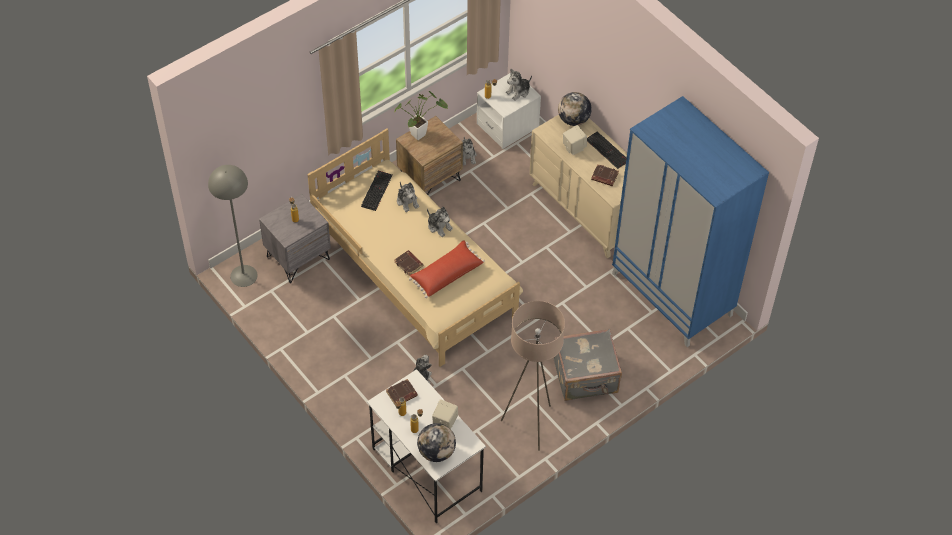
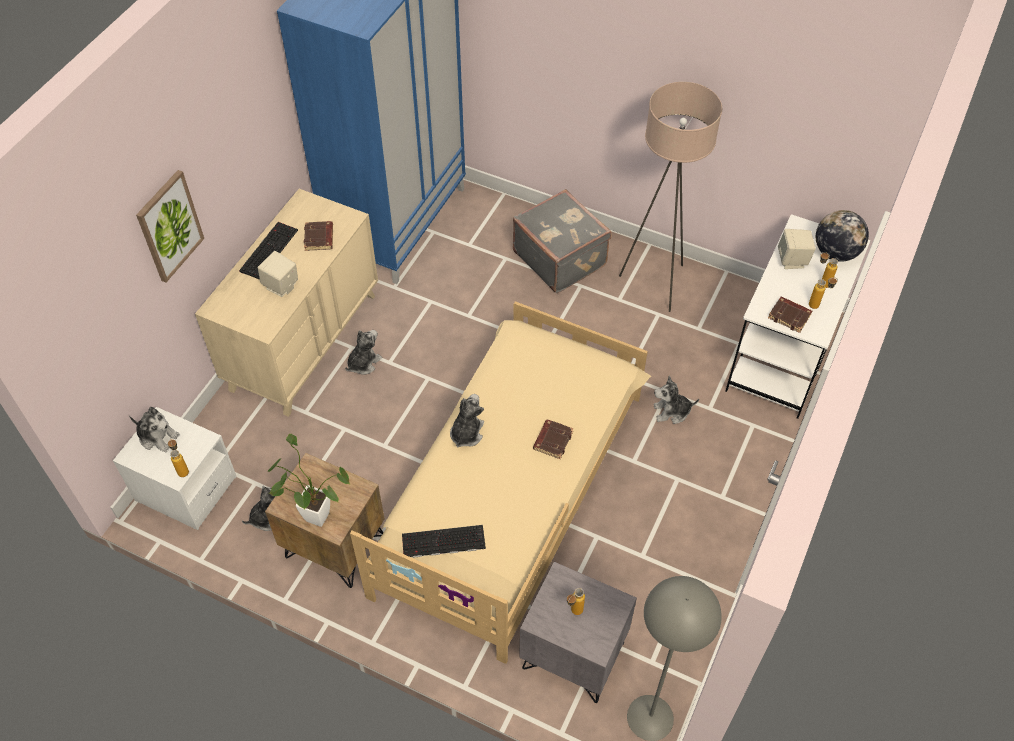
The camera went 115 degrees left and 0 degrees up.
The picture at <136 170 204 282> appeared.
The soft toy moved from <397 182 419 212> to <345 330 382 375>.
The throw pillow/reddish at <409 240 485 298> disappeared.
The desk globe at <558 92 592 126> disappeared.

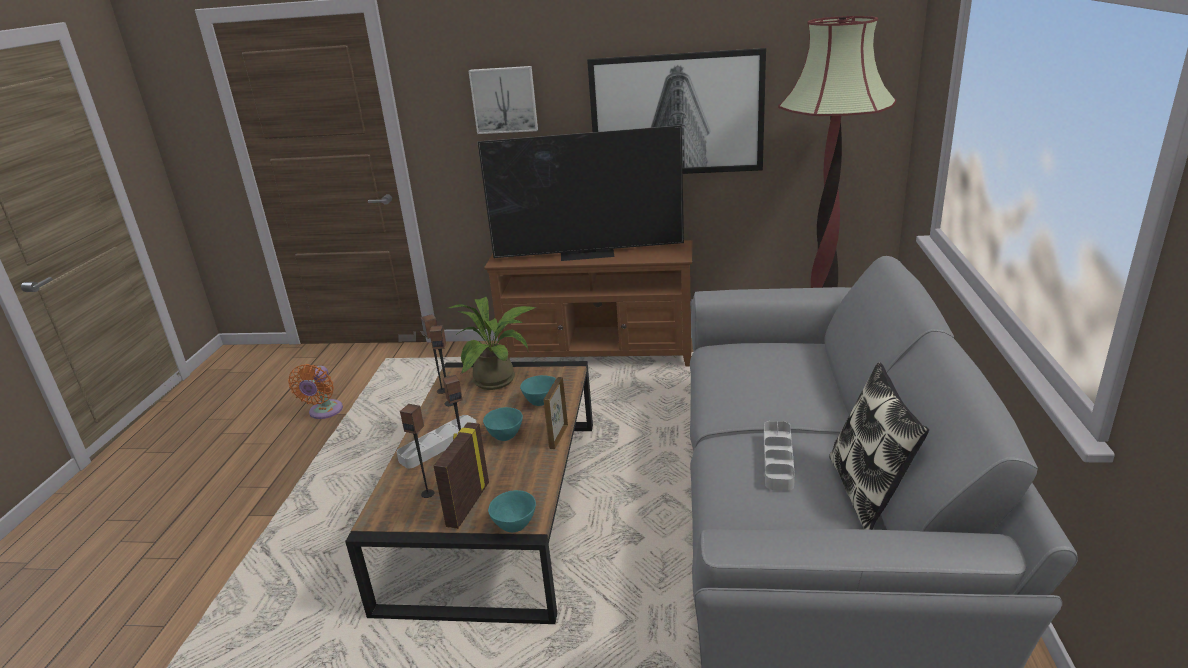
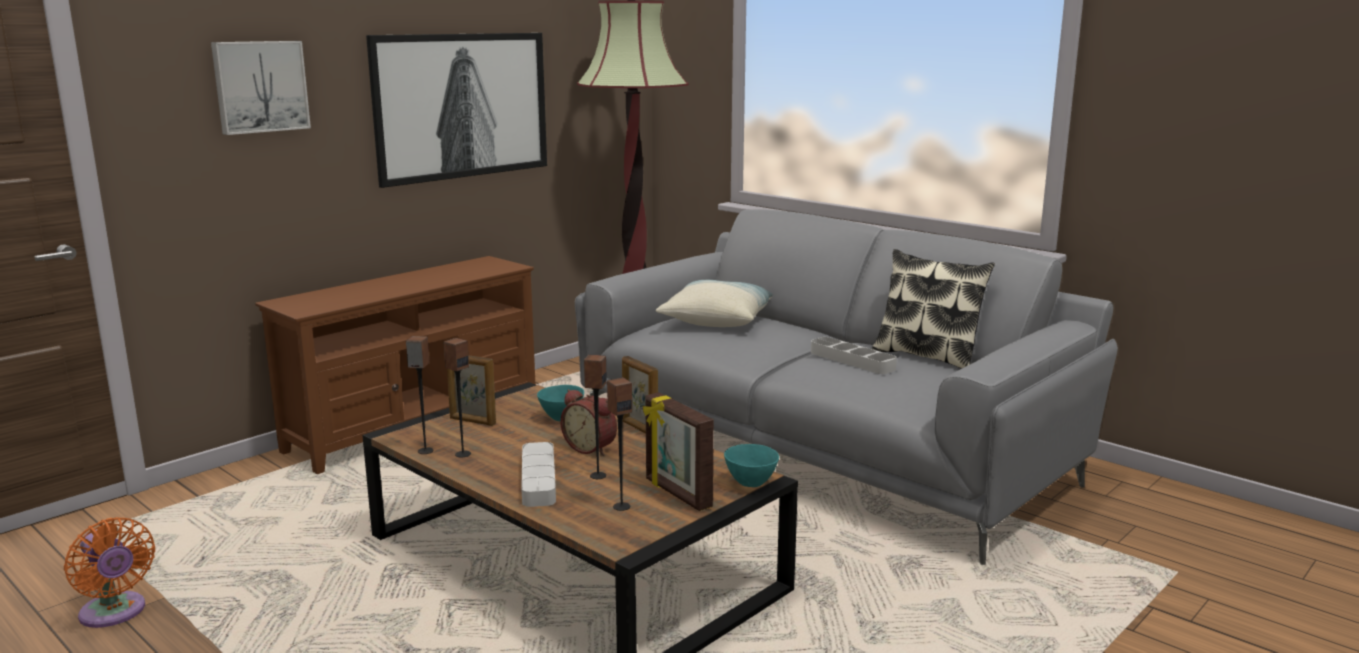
The camera went 55 degrees left and 10 degrees down.
The plant in a pot at <449 297 535 390> was replaced by the standing frame at <447 355 496 426>.
The serving bowl/blue-green at <483 407 523 441> was replaced by the table clock at <560 389 617 456>.
The throw pillow at <656 280 773 327> appeared.
The TV set at <478 125 684 261> disappeared.

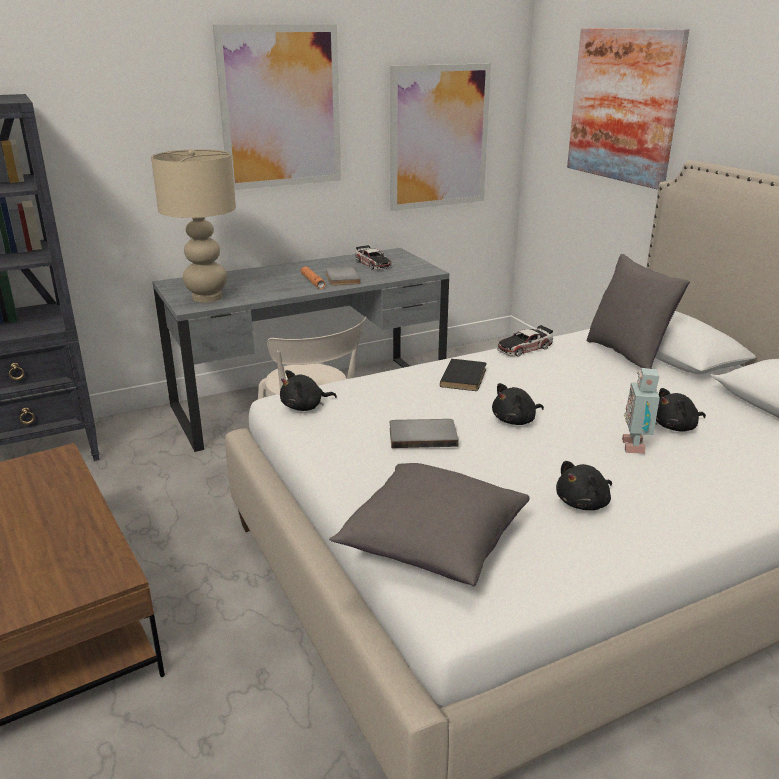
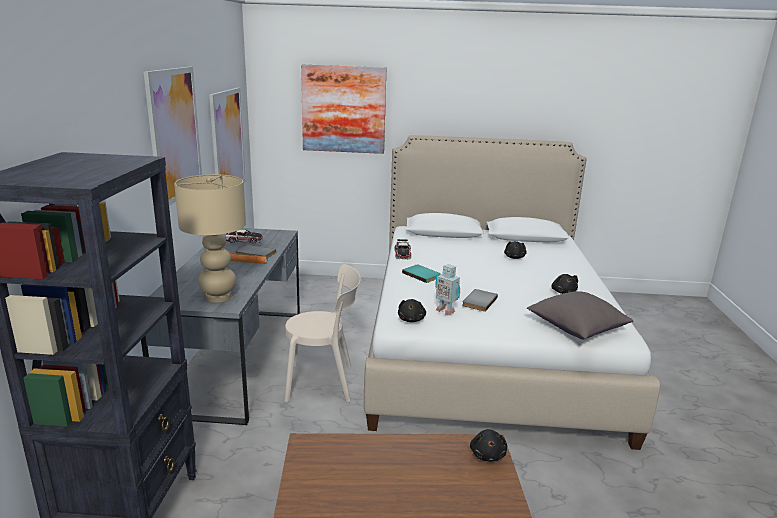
The camera went 60 degrees left and 5 degrees down.
The bound book/black at <440 359 486 391> became the bound book/blue-green at <402 265 441 283>.
The model robot moved from <622 368 660 454> to <435 264 460 315>.
The soft toy/black moved from <492 383 544 425> to <470 429 507 462>.
The throw pillow/greyish at <587 254 690 369> disappeared.

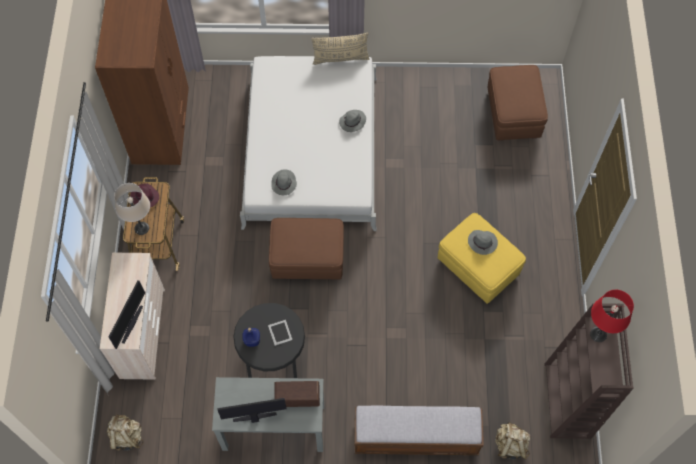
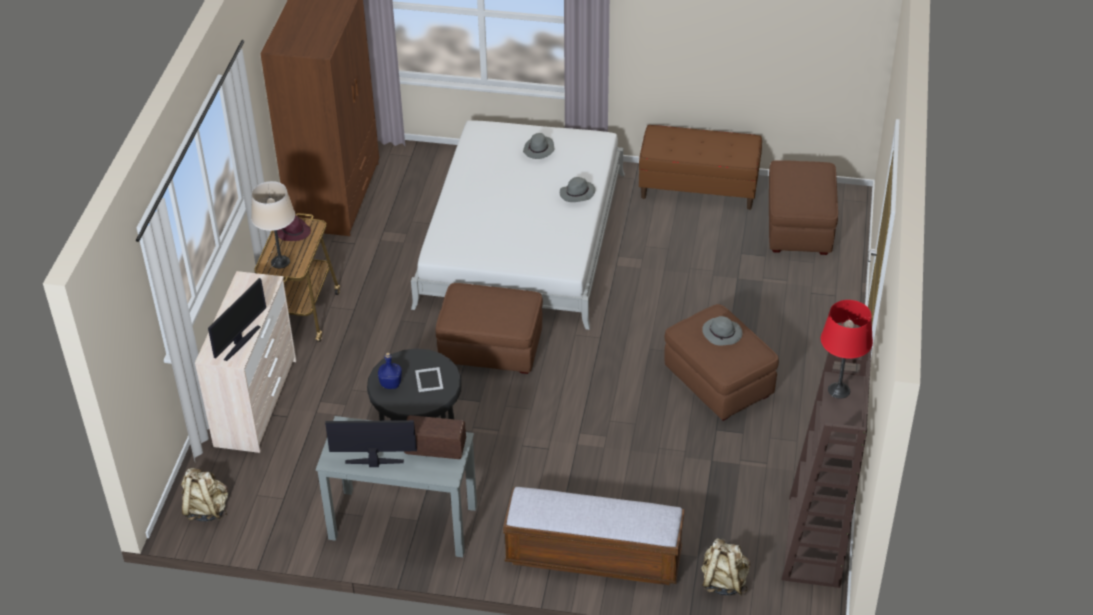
The camera went 10 degrees right and 20 degrees down.
The clothing hat/greyish moved from <271 169 297 195> to <523 133 555 159>.
The long seat/brown at <639 125 762 210> appeared.
The footrest/yellow-coloured at <438 213 526 304> became the footrest/brown at <664 304 779 421>.
The throw pillow/beige at <311 33 370 65> disappeared.

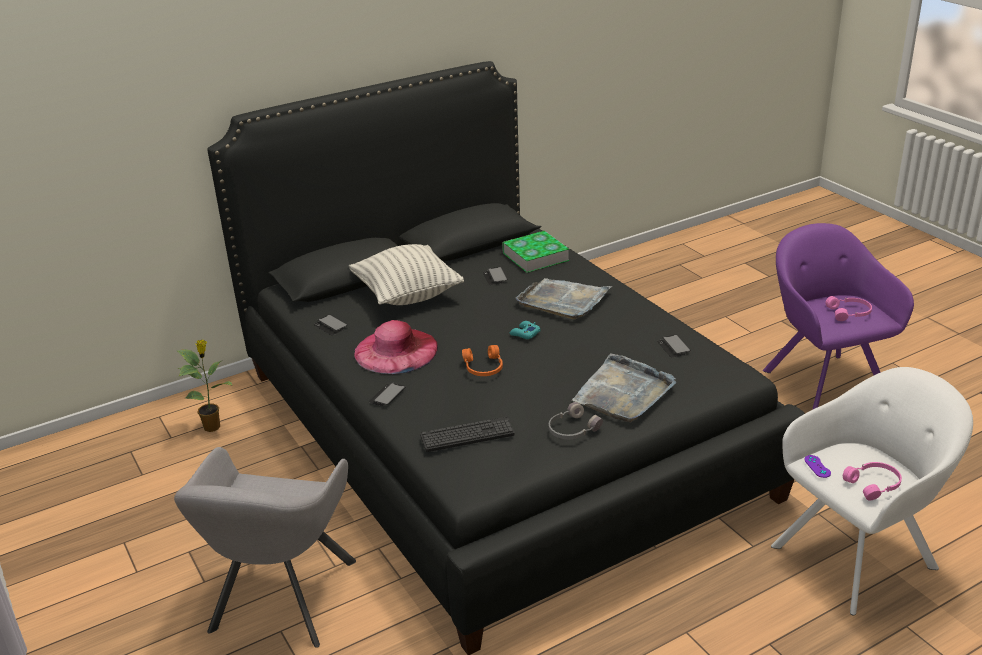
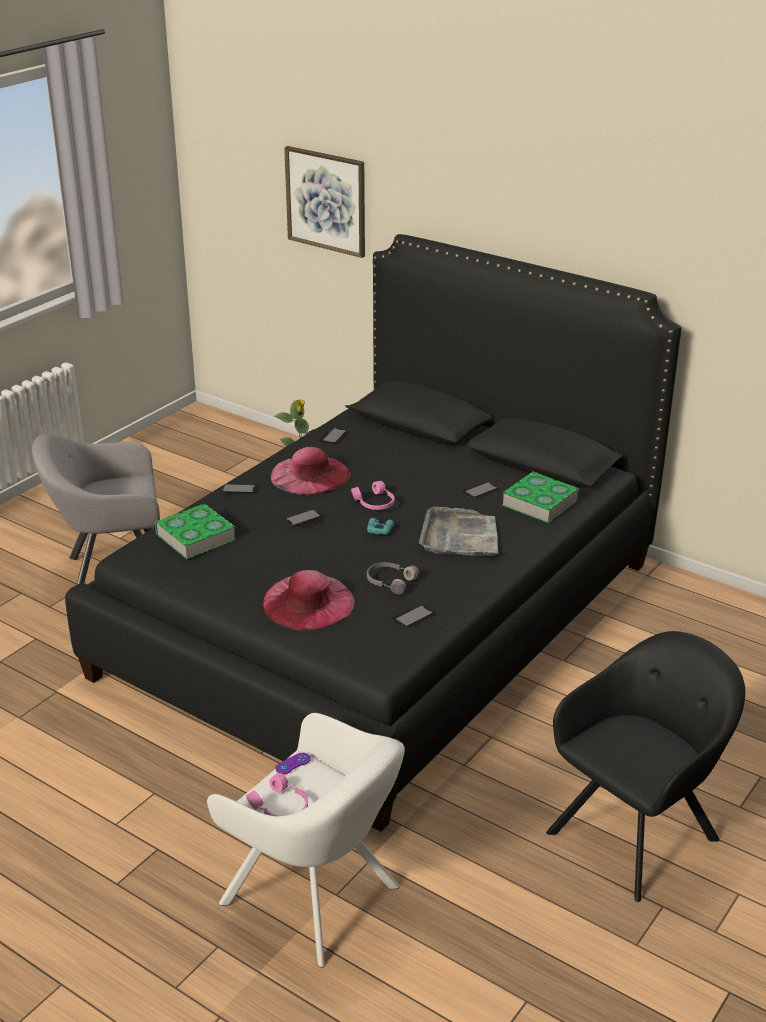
The camera went 65 degrees right and 0 degrees up.
The PC keyboard at <420 417 515 452> was replaced by the bound book at <155 503 236 559>.
The tray/greyish at <572 354 676 422> was replaced by the clothing hat/pink-coloured at <262 570 355 630>.
The picture at <284 146 365 258> appeared.
The headphones/orange at <462 345 503 376> was replaced by the phone at <285 509 324 531>.
The headphones/pink-coloured moved from <825 296 872 321> to <351 481 394 510>.
The headphones/greyish moved from <549 402 603 439> to <367 562 419 595>.
The lounge chair/purple-coloured at <763 223 914 410> became the lounge chair/black at <546 631 745 902>.
The throw pillow at <349 244 464 305> disappeared.

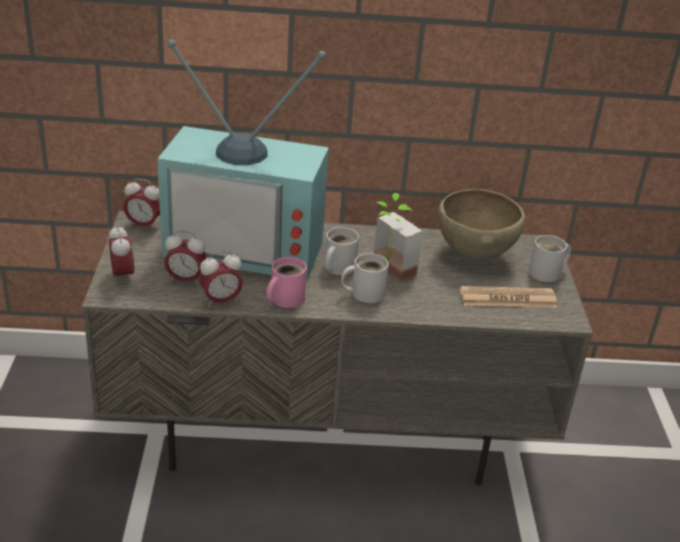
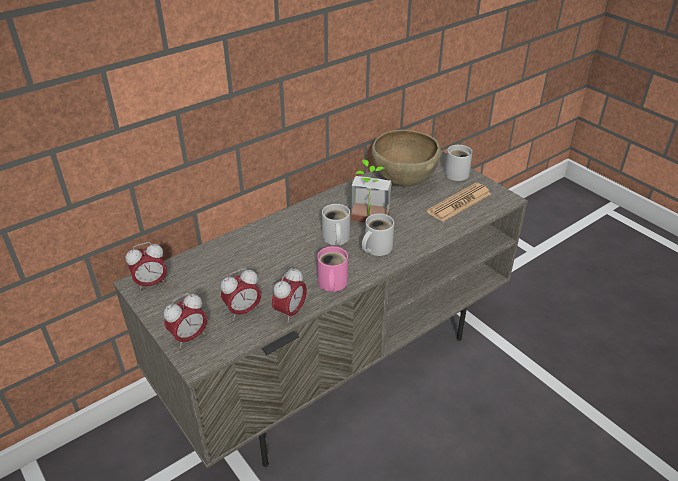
The camera went 35 degrees left and 5 degrees up.
The table clock at <109 224 134 283> turned 105 degrees clockwise.
The TV set at <157 40 329 281> disappeared.

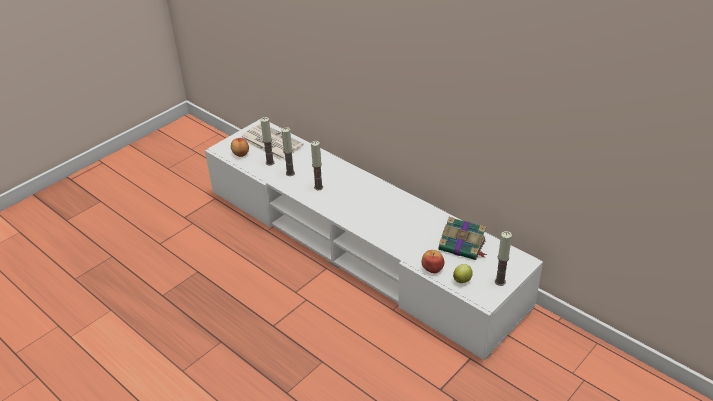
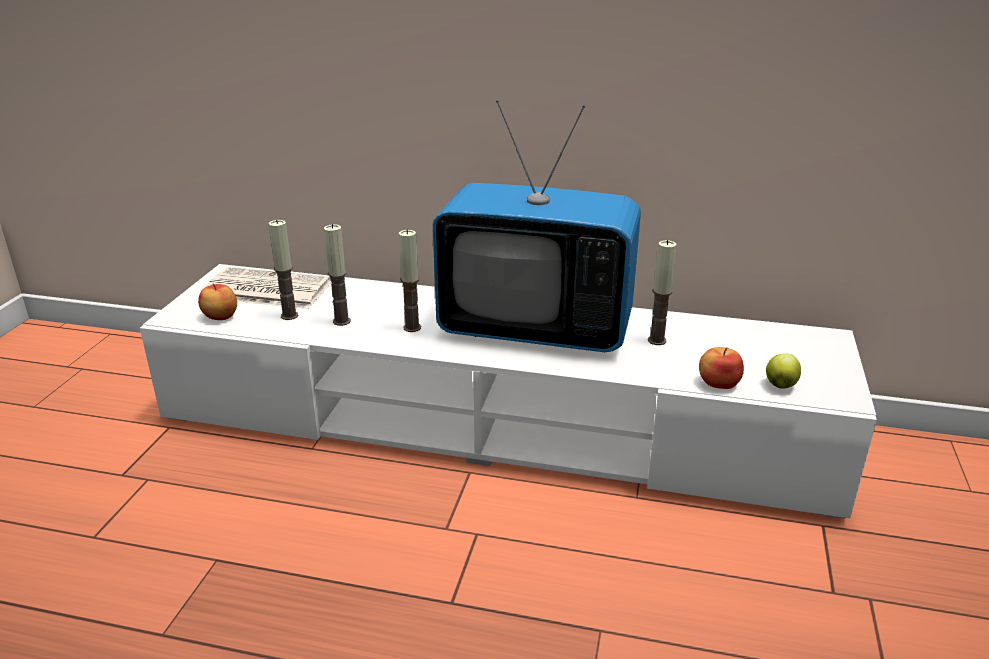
The camera went 30 degrees left and 10 degrees down.
The TV set at <433 100 641 352> appeared.
The candle moved from <495 231 512 286> to <648 240 676 345>.
The bound book at <439 217 487 260> disappeared.

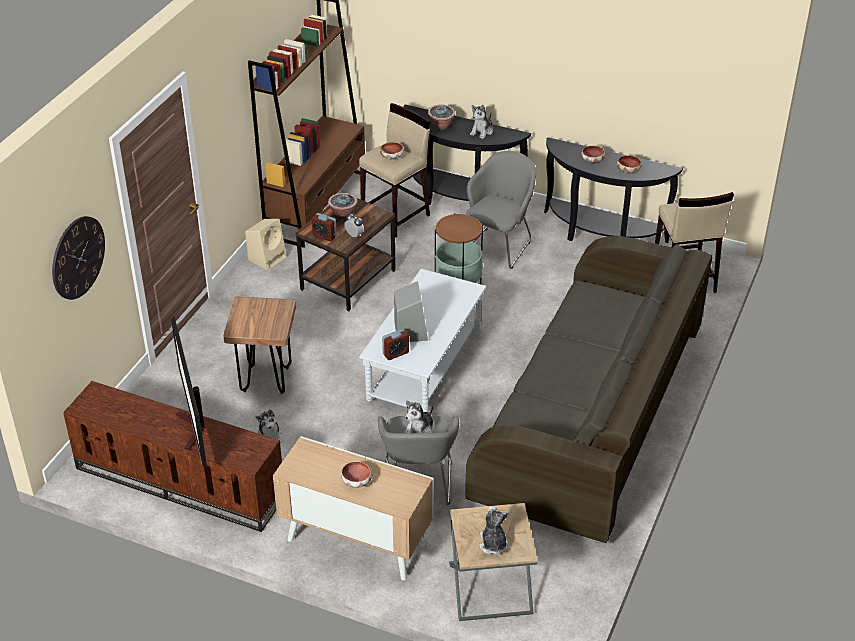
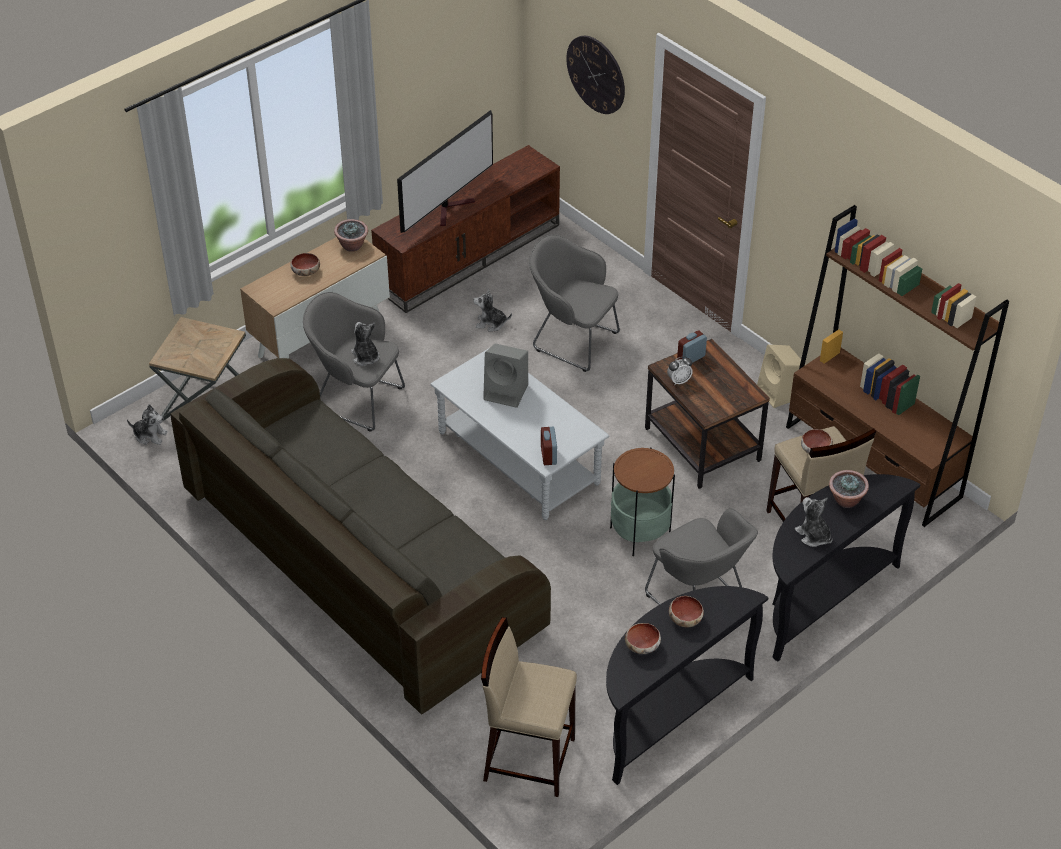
The camera went 115 degrees right and 5 degrees up.
The soft toy moved from <479 506 509 554> to <127 404 168 445>.
The plant in a pot moved from <328 193 357 220> to <334 219 368 252>.
The TV set at <171 316 207 468> turned 120 degrees clockwise.
The stool seat/brown at <223 297 296 394> was replaced by the lounge chair/greyish at <529 234 620 372>.
The table clock moved from <382 329 409 360> to <541 427 557 465>.

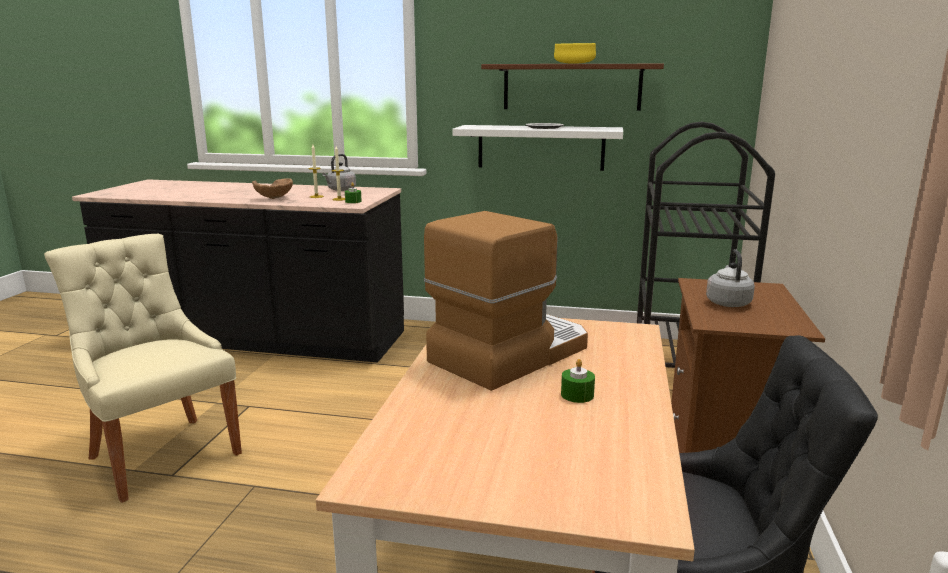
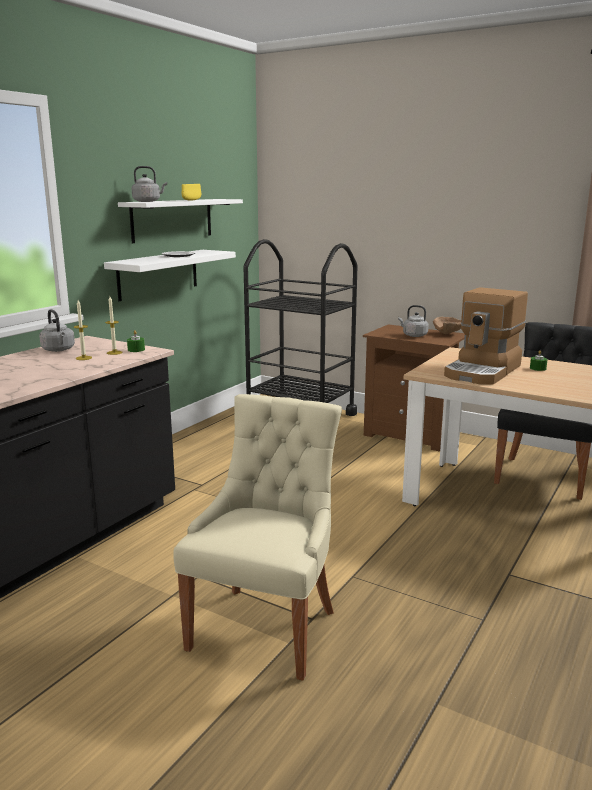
The camera went 70 degrees left and 0 degrees up.
The bracket shelf/brown at <481 64 664 111> became the bracket shelf/white-coloured at <118 199 243 243>.
The tea kettle/greyish at <132 166 167 202> appeared.
The chair/beige at <44 234 242 503> turned 135 degrees clockwise.
The serving bowl/brown moved from <252 178 293 199> to <433 317 461 334>.
The coffee machine at <424 211 588 391> turned 120 degrees counterclockwise.

